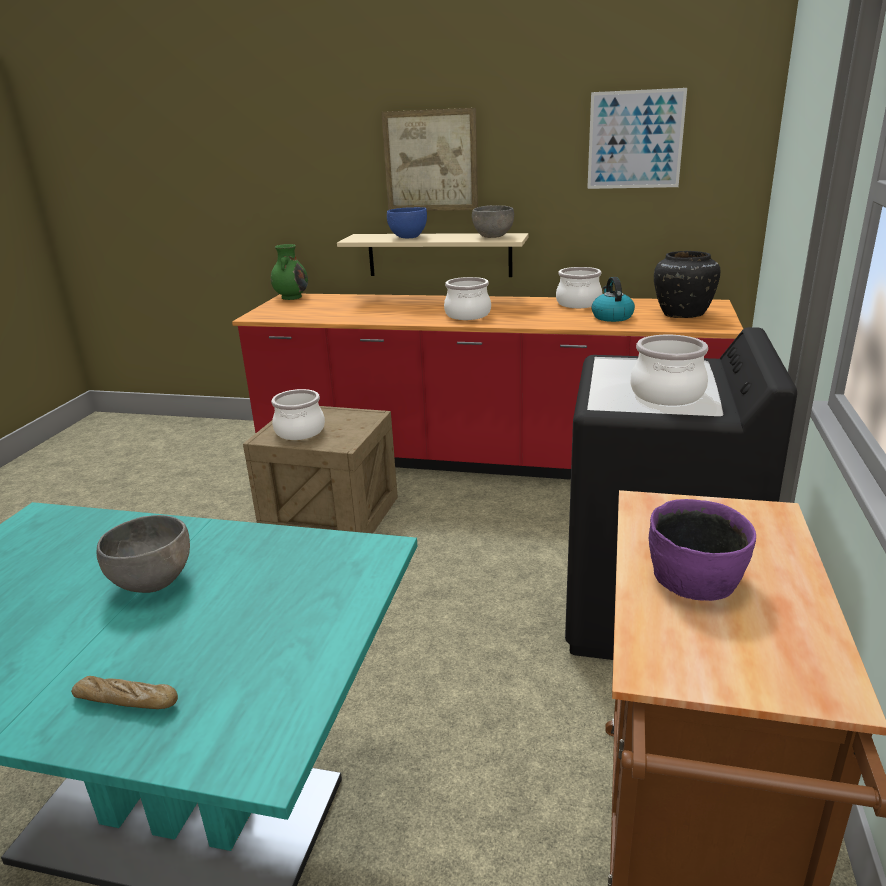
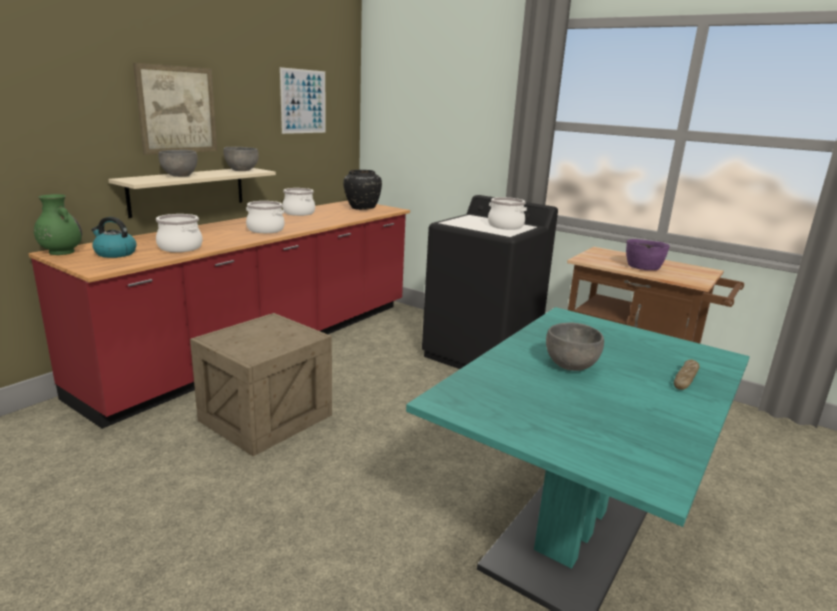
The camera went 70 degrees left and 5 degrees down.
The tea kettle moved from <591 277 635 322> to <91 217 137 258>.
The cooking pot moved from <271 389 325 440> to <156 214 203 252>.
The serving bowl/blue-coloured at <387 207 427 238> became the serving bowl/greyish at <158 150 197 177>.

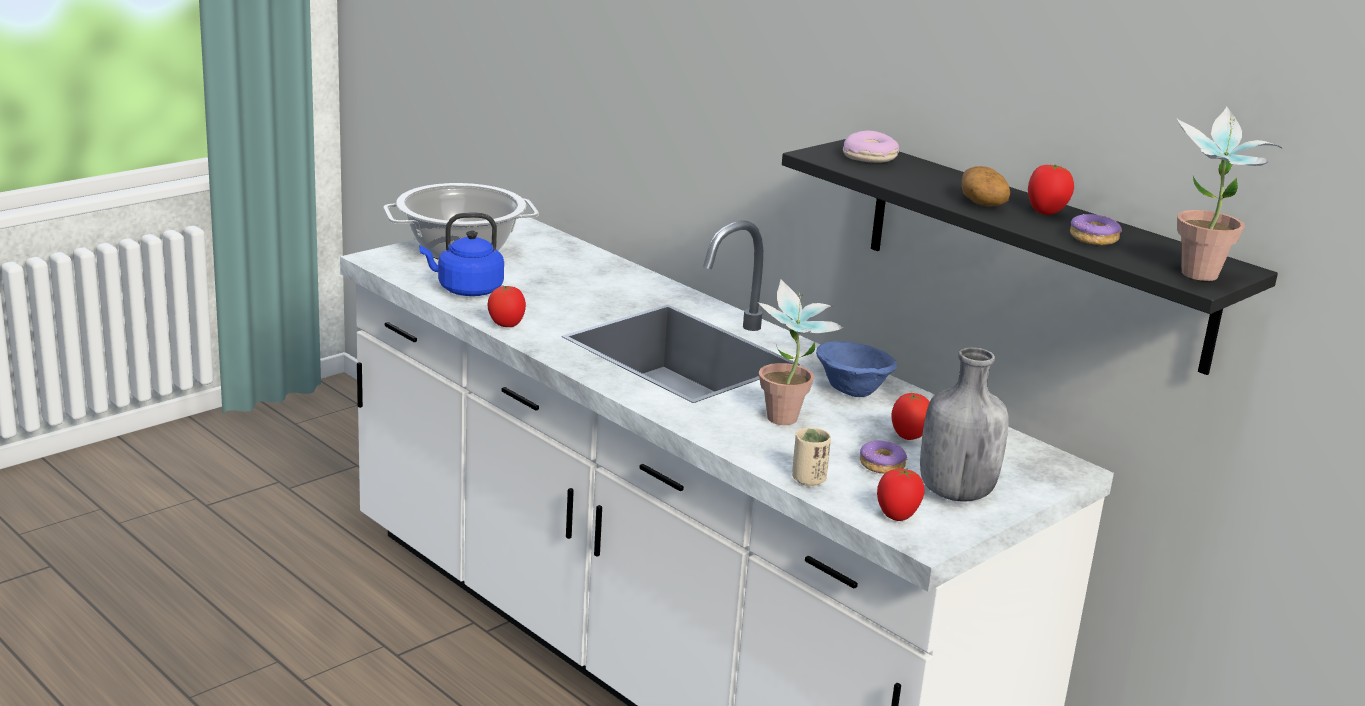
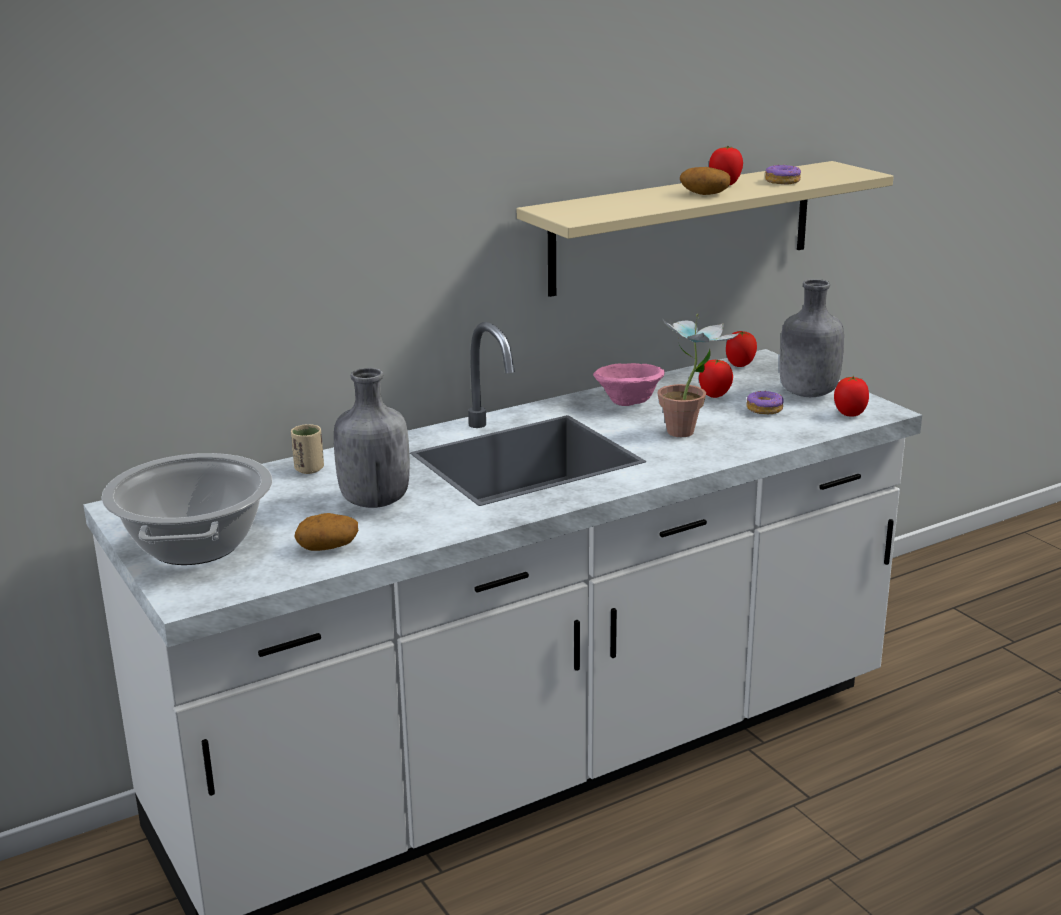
The camera went 75 degrees left and 0 degrees up.
The drinking cup/beige moved from <792 427 831 486> to <291 424 324 474>.
The tea kettle/blue-coloured at <419 213 504 296> was replaced by the whole potato at <295 513 358 551>.
The beverage bottle/greyish at <334 368 410 508> appeared.
The bracket shelf/black at <782 139 1278 375> became the bracket shelf/beige at <517 161 894 297>.
The serving bowl/blue-coloured at <816 341 897 397> became the serving bowl/pink-coloured at <593 363 665 406>.
The fresh tomato moved from <487 286 526 327> to <726 331 757 367>.
The donut at <843 131 899 163> disappeared.
The plant in a pot at <1177 107 1283 281> disappeared.

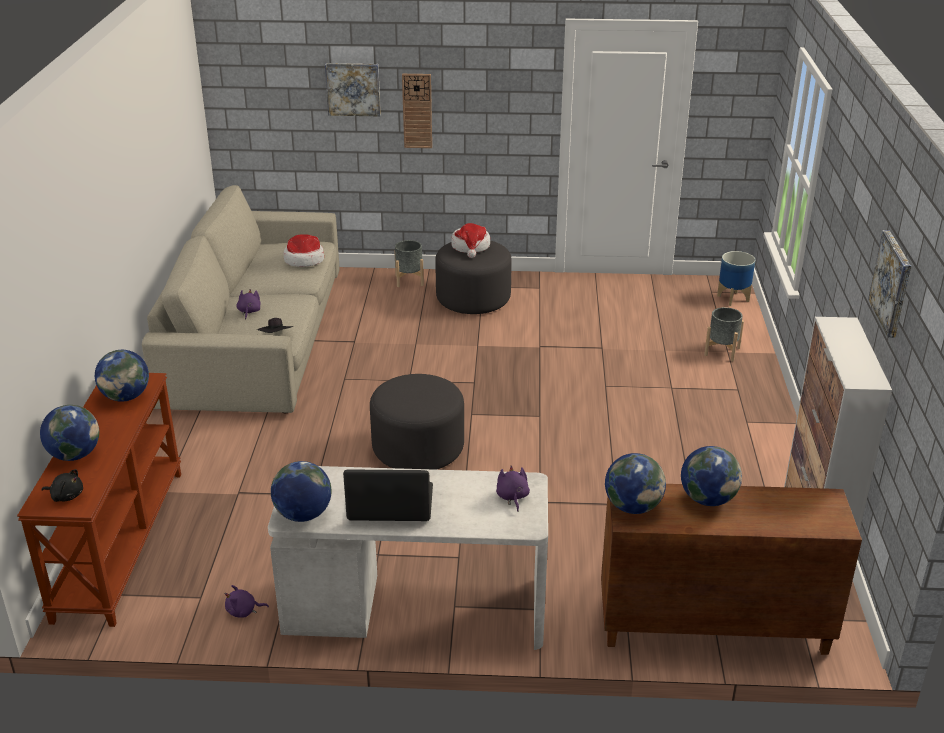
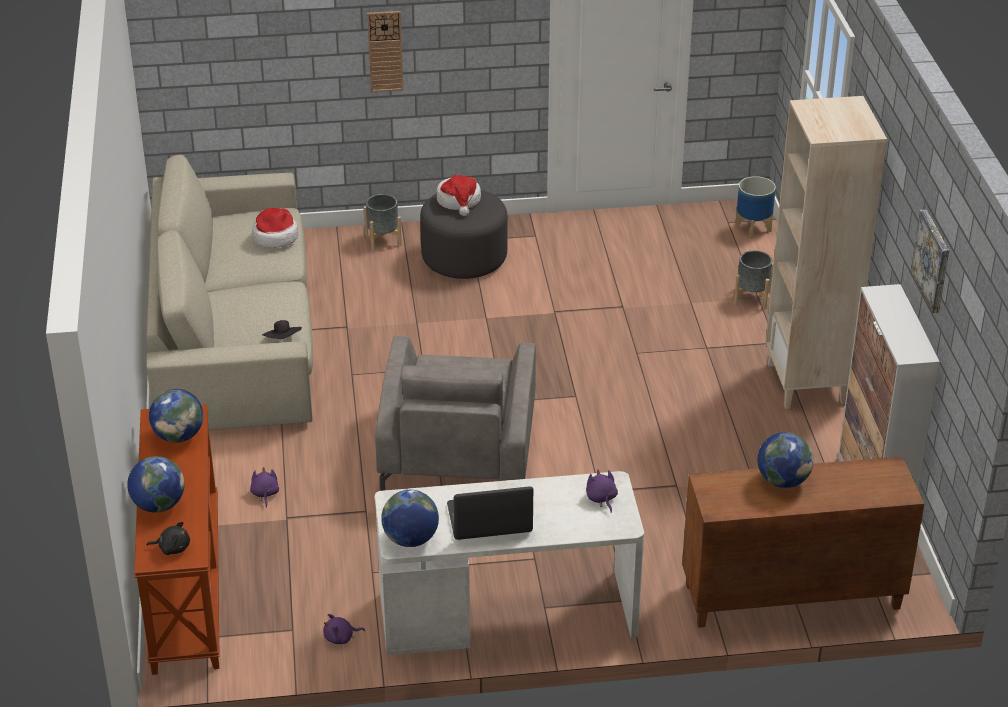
The camera went 10 degrees left and 5 degrees up.
The soft toy/purple-coloured moved from <236 289 261 319> to <250 467 279 507>.
The footrest/greyish at <370 374 464 470> was replaced by the lounge chair/greyish at <375 336 536 491>.
The shelving unit/beige at <765 96 887 409> appeared.
The picture at <325 63 381 116> disappeared.
The desk globe at <605 453 666 514> disappeared.

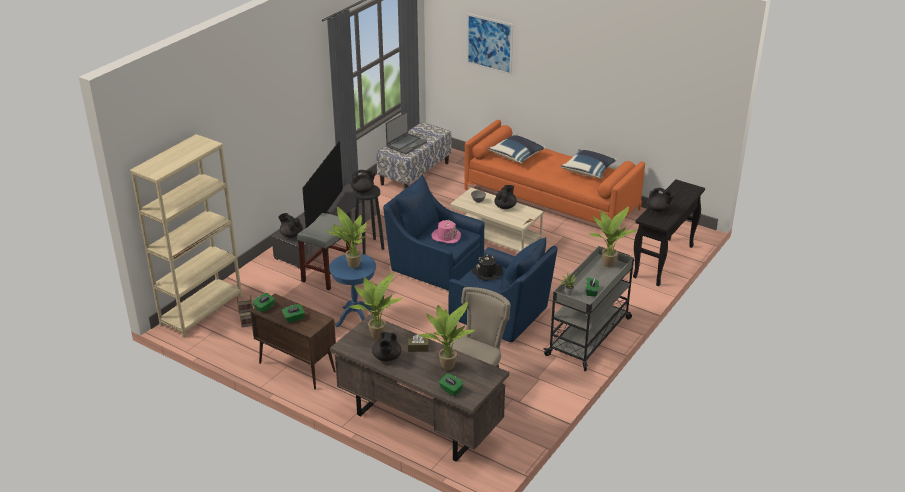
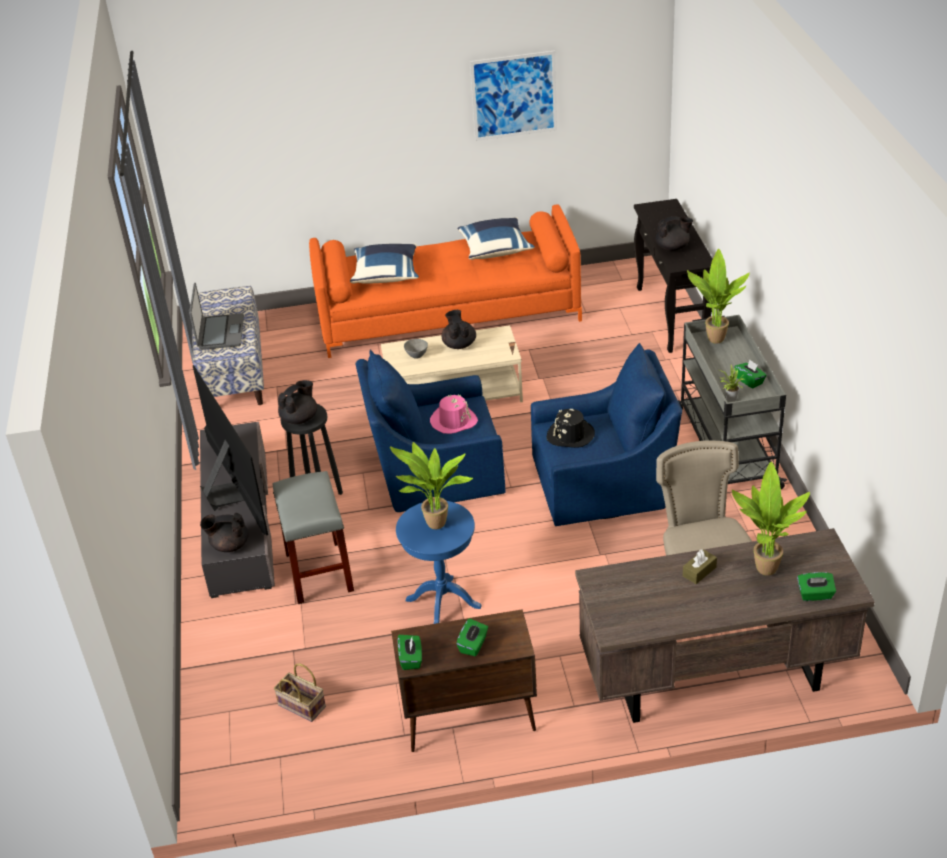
The camera went 40 degrees left and 5 degrees up.
The picture moved from <466 13 513 75> to <470 50 557 141>.
The shelving unit/beige at <130 134 242 338> disappeared.
The plant in a pot at <349 272 403 339> disappeared.
The pot for tea/black at <372 332 401 362> disappeared.

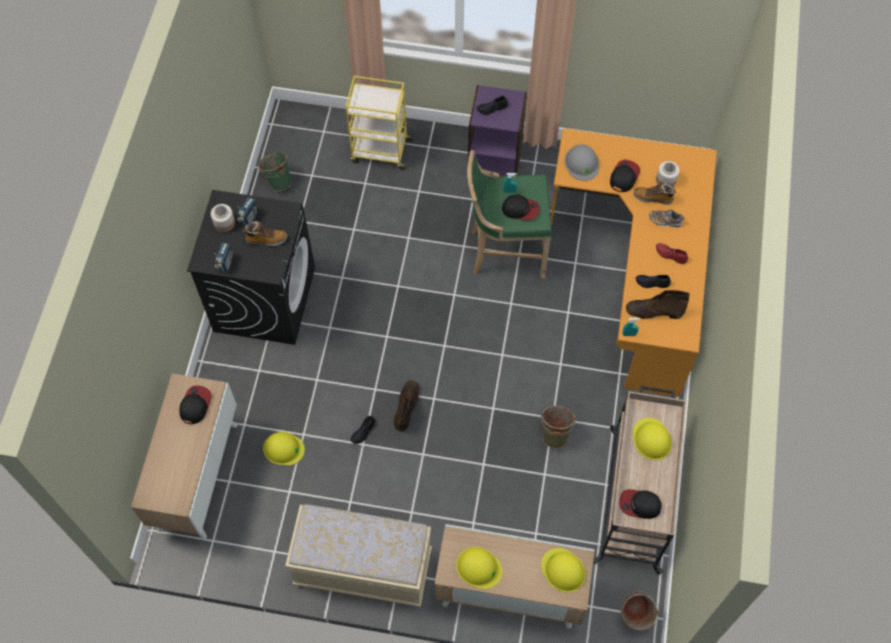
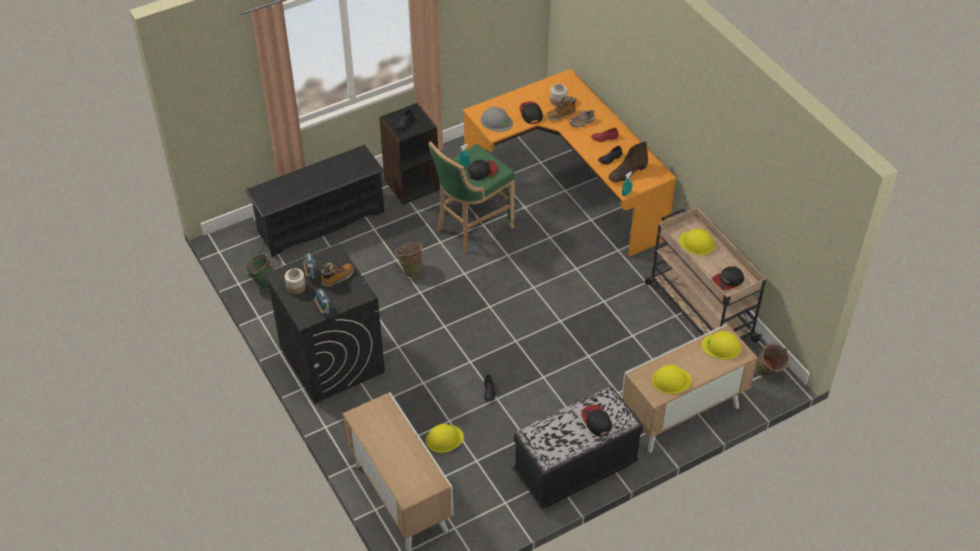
The camera went 40 degrees left and 15 degrees down.
The wheeled cart/yellow-coloured at <346 76 414 170> was replaced by the shoe stand/black at <244 145 384 257>.
The shelving unit/purple-coloured at <467 85 527 183> became the shelving unit/black at <379 103 440 204>.
The pail/green moved from <541 405 576 448> to <395 242 424 277>.
The long seat/beige at <285 504 432 607> became the long seat/black at <513 387 643 509>.
The baseball cap moved from <179 386 212 424> to <581 405 612 436>.
The high-top boot/brown at <393 380 419 431> disappeared.

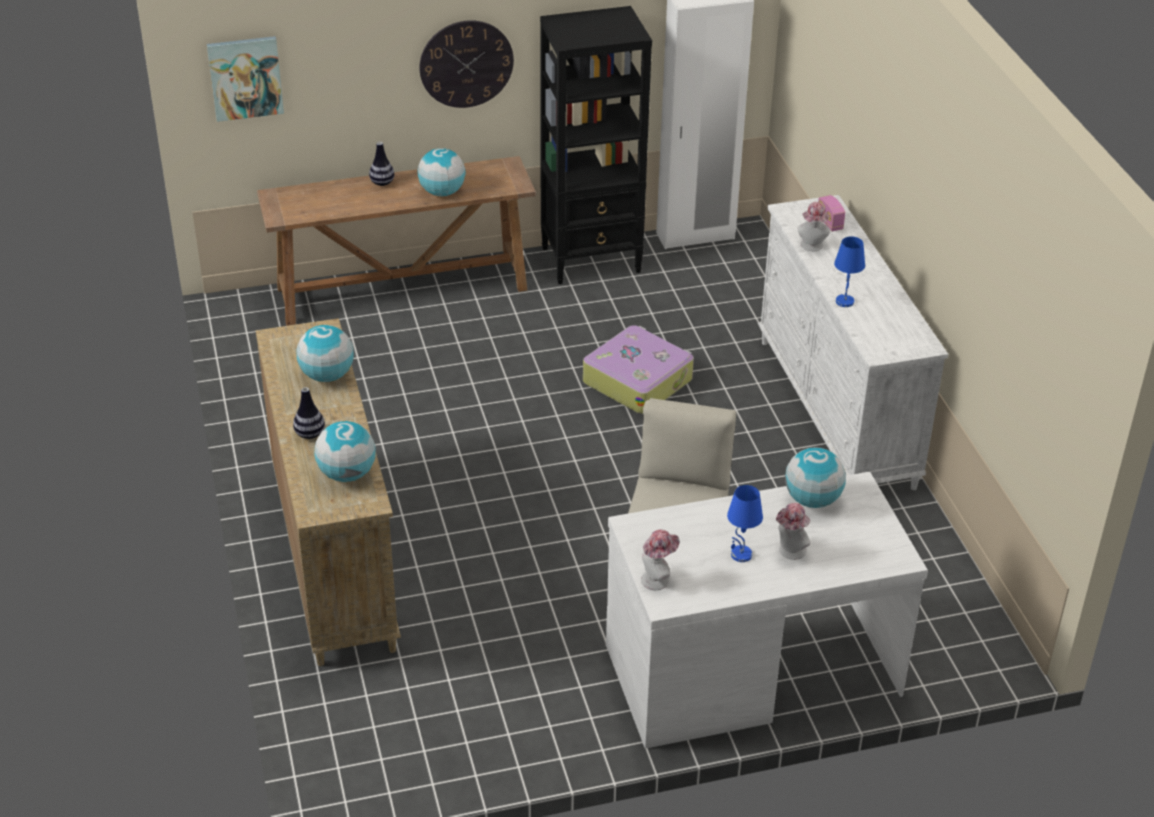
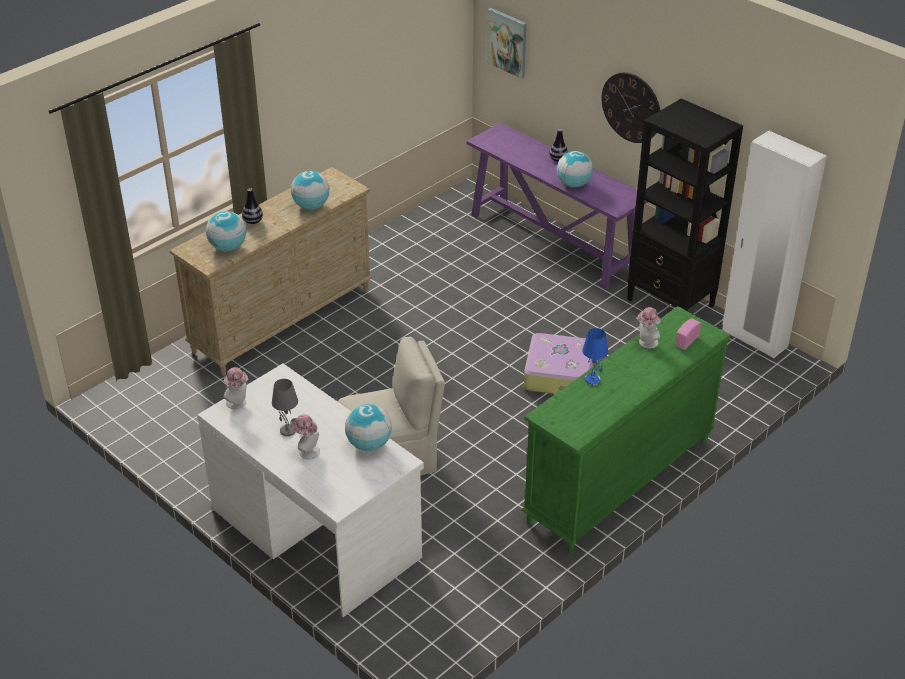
The camera went 60 degrees right and 0 degrees up.
The lamp for a table/blue-coloured at <727 485 763 562> became the lamp for a table/greyish at <272 379 298 436>.
The hall table/brown at <257 156 536 326> became the hall table/purple-coloured at <467 123 648 290>.
The drawer chest/white-coloured at <758 195 948 490> became the drawer chest/green at <522 306 730 554>.

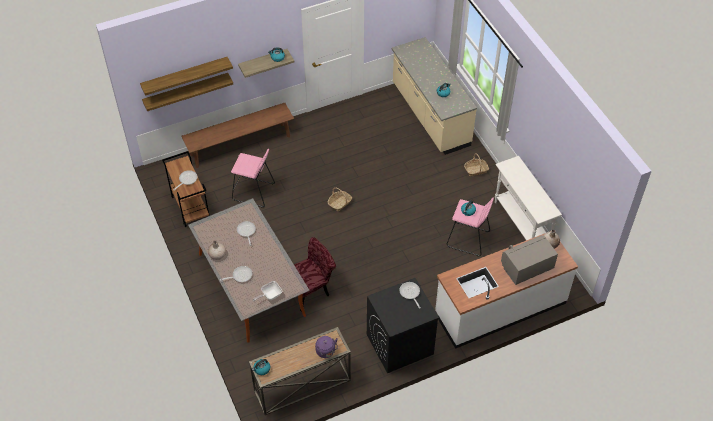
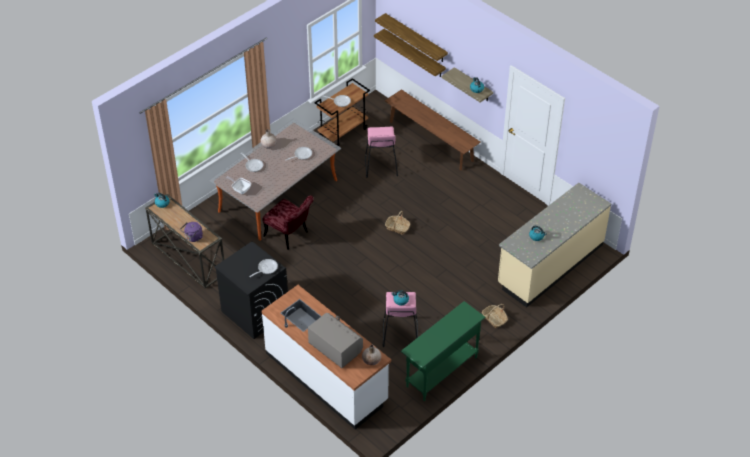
The camera went 70 degrees right and 5 degrees down.
The hall table/white-coloured at <495 156 562 240> became the hall table/green at <401 301 486 401>.

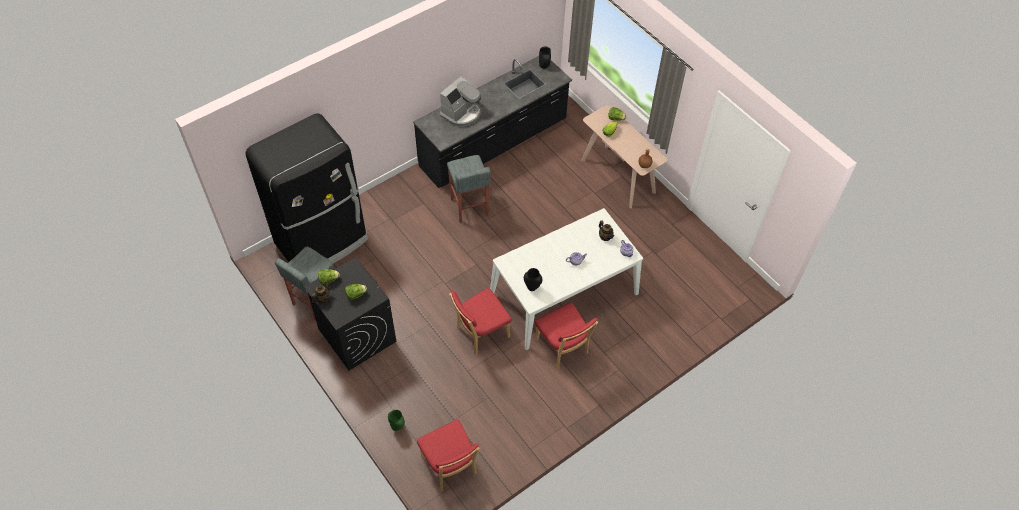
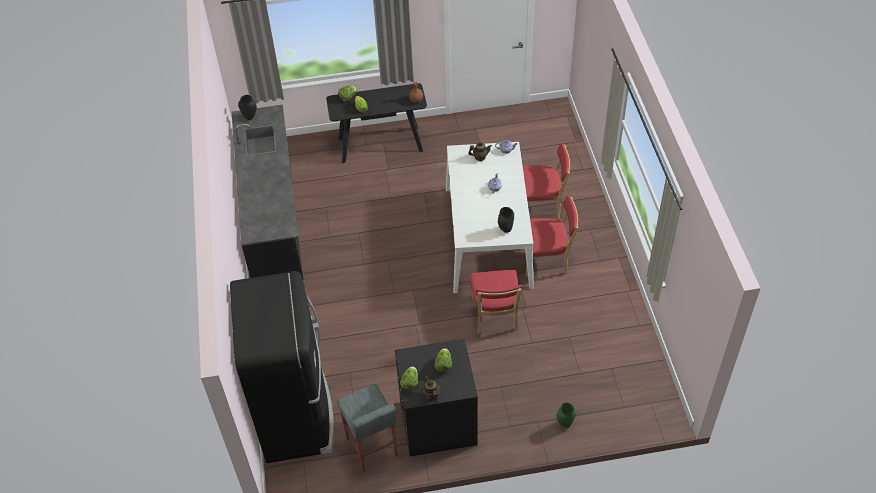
The camera went 60 degrees left and 5 degrees down.
The hall table/beige at <581 105 667 208> became the hall table/black at <326 83 427 164>.
The chair/reddish moved from <417 420 480 492> to <523 143 570 220>.
The coffee machine at <440 76 482 127> disappeared.
The stool seat/greyish at <447 155 490 223> disappeared.

